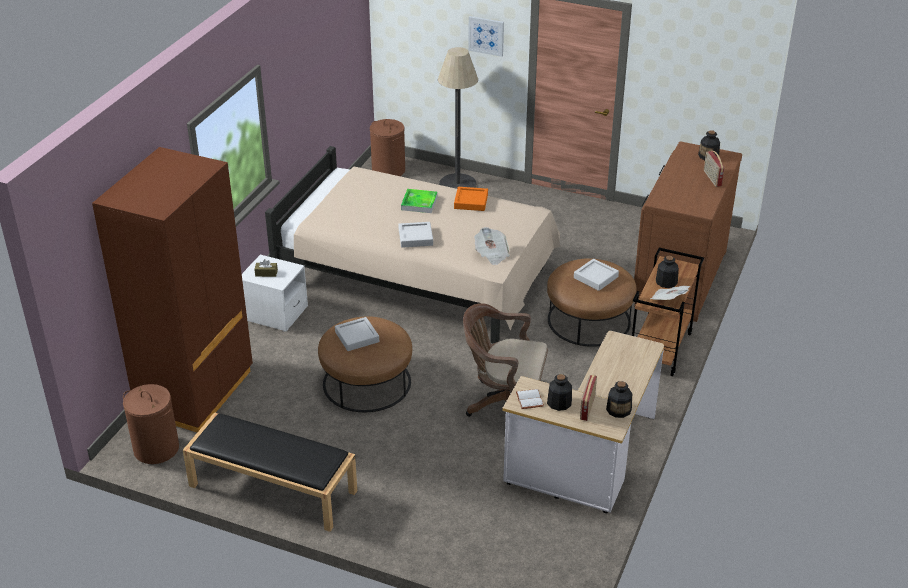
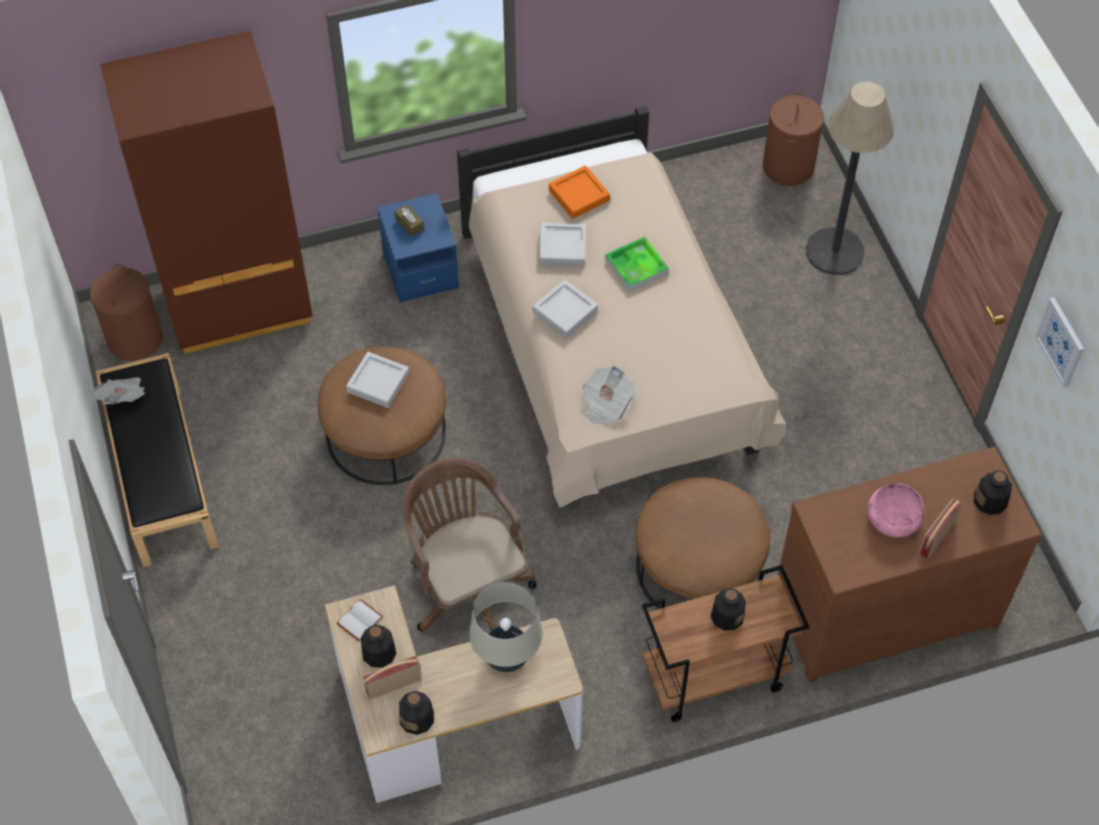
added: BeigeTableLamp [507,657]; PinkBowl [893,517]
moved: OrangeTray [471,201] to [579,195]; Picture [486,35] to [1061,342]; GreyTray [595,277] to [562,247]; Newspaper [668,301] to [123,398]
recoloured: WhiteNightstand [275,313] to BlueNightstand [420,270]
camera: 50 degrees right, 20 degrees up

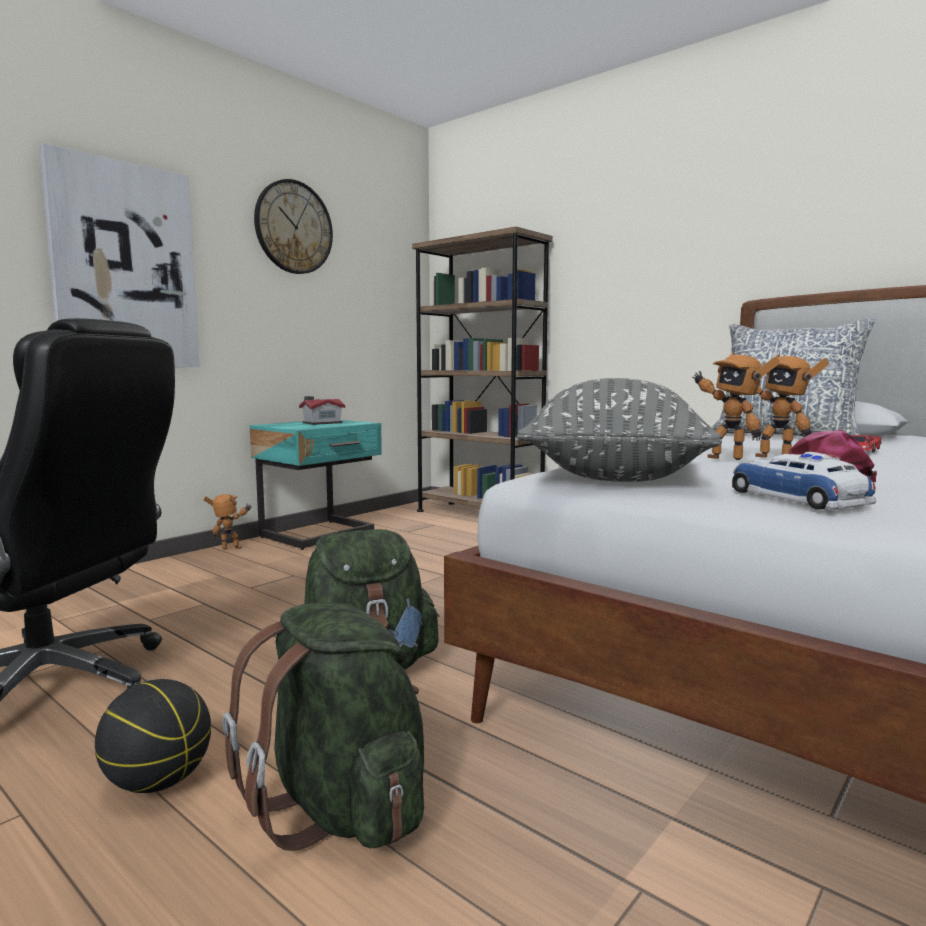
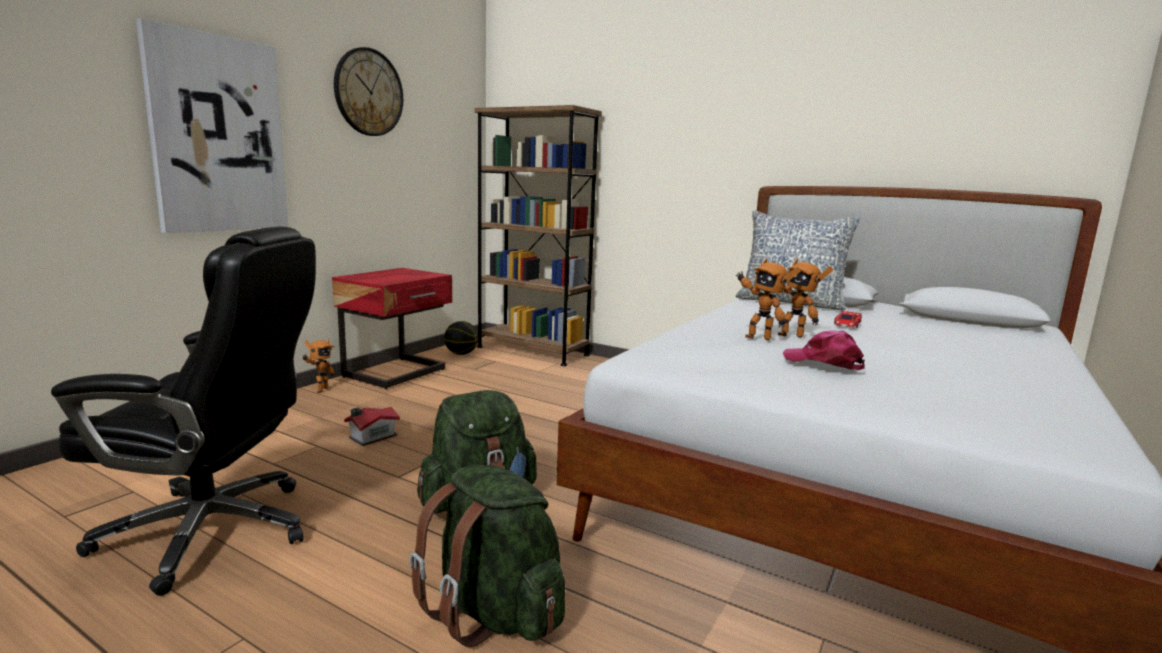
removed: GreyPillow [615,477]; ToyCar [797,498]
moved: Basketball [158,782] to [461,354]; ToyHouse [321,423] to [371,437]
recoloured: TurquoiseNightstand [320,535] to RedNightstand [397,373]
turned: ToyRobot [231,549] = [320,390] 120 degrees clockwise
camera: 10 degrees left, 5 degrees up

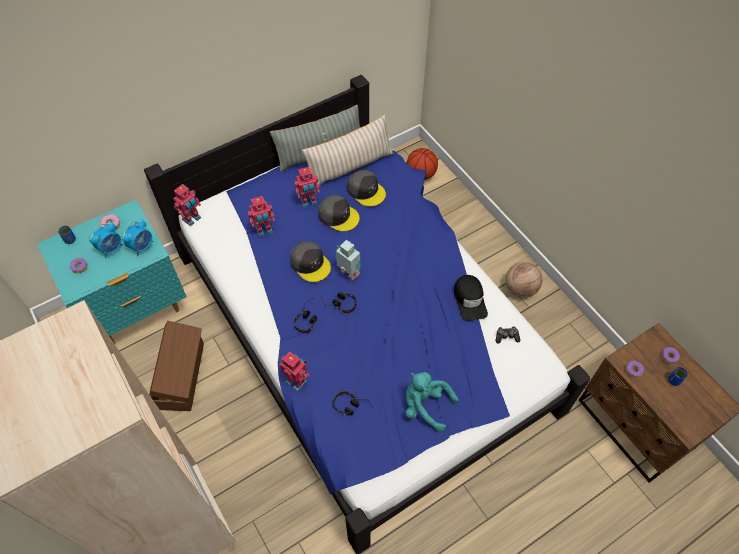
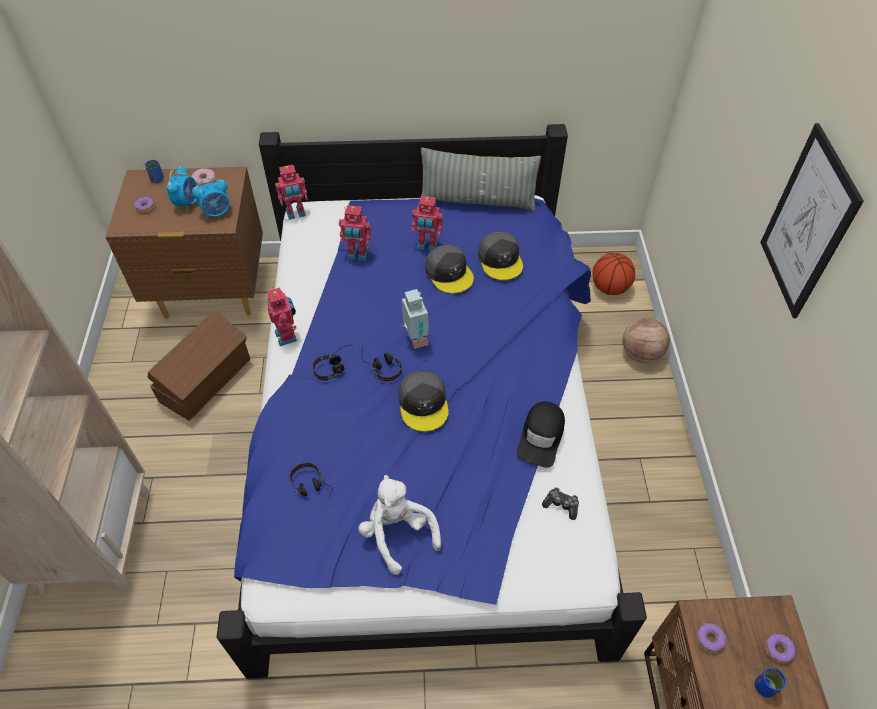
removed: BeigePillow [350,166]
added: Picture [807,224]
moved: ToyRobot [297,381] to [287,335]; GreyCap [310,264] to [423,404]; Basketball [520,289] to [640,354]
recoloured: TurquoiseNightstand [136,309] to BrownNightstand [211,294]; TurquoisePlushToy [425,406] to WhitePlushToy [398,533]
turned: AlarmClock [111,248] = [187,203] 60 degrees counterclockwise
camera: 30 degrees right, 5 degrees down

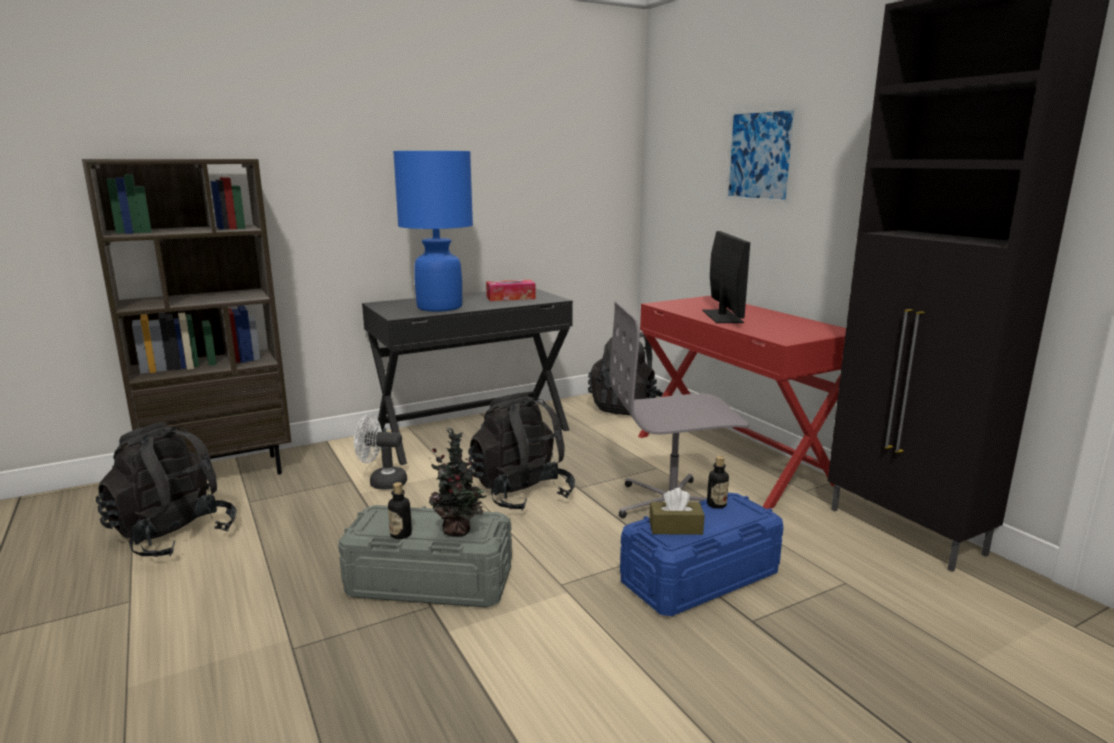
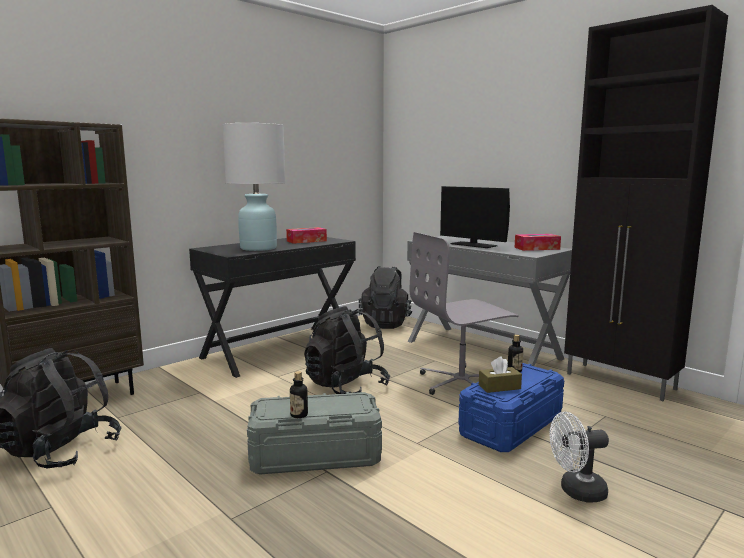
removed: PottedPlant [459,532]; Picture [760,155]
added: TissueBox [537,248]
moved: WhiteFan [382,482] to [576,491]
recoloured: BlueTableLamp [440,307] to WhiteTableLamp [259,248]; RedDesk [733,459] to GreyDesk [483,349]
turned: Monitor [722,316] = [473,245] 150 degrees clockwise
camera: 15 degrees left, 5 degrees down

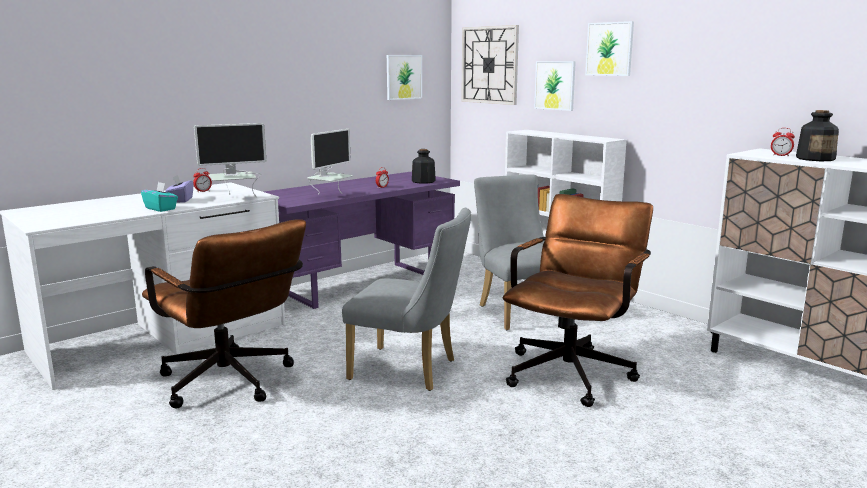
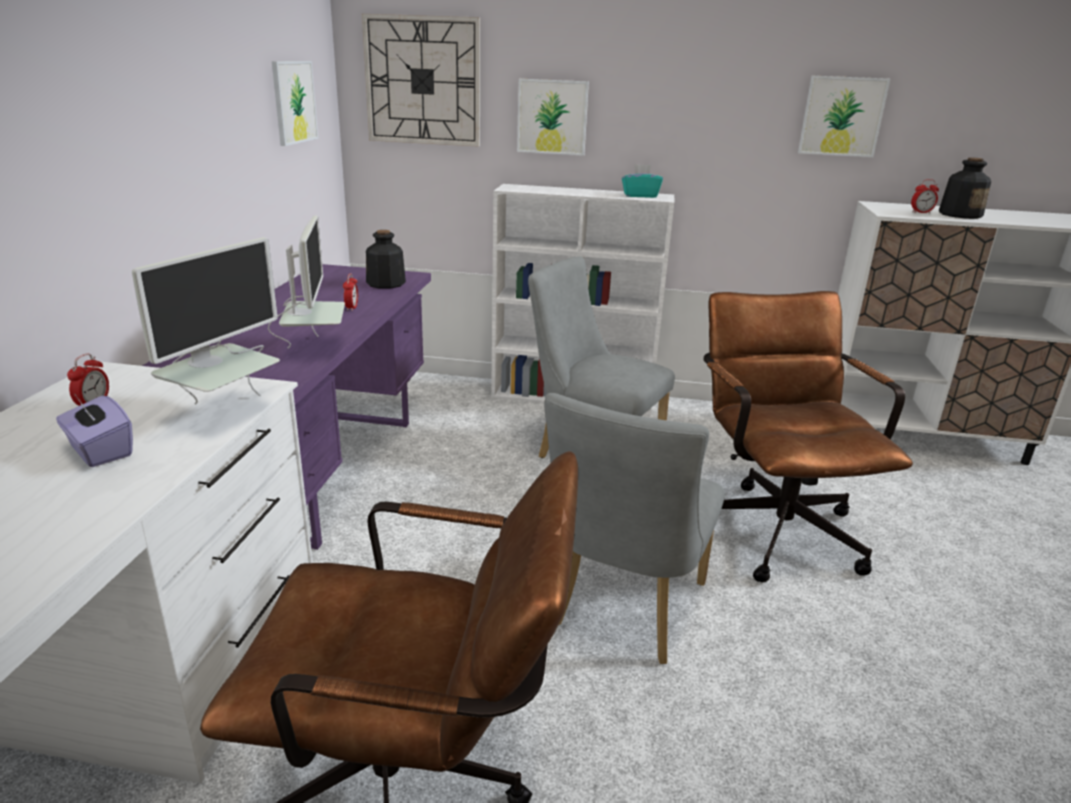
moved: TurquoiseTissueBox [161,209] to [640,195]; Picture [609,49] to [842,116]
turned: GreyChair [410,370] = [623,611] 135 degrees clockwise
camera: 40 degrees left, 10 degrees up

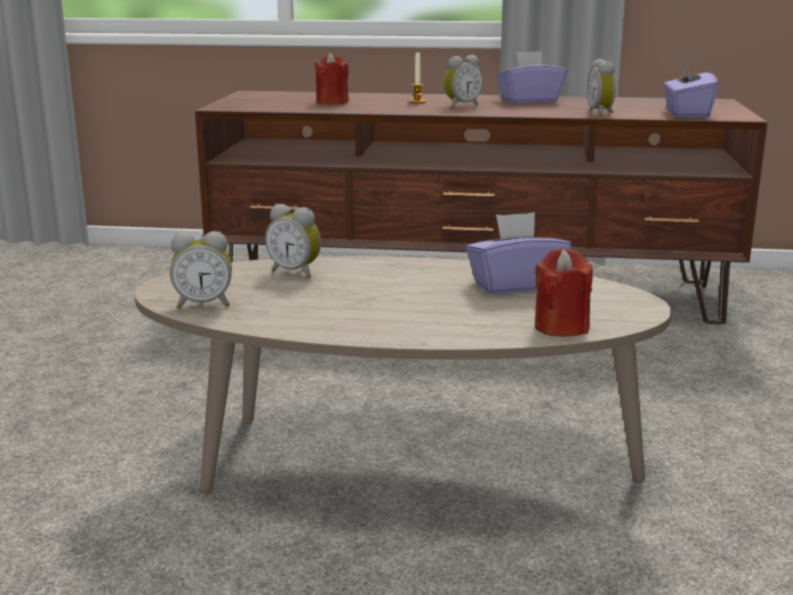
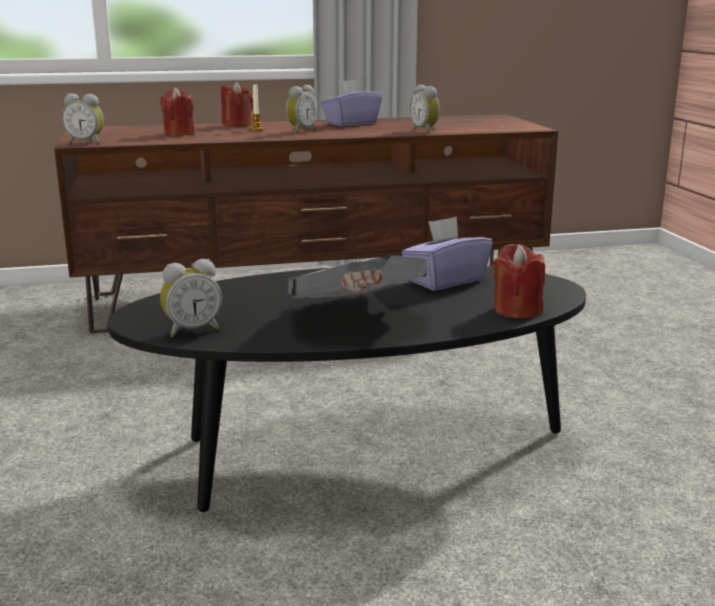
removed: PurpleTissueBox [686,114]
added: RedCandle [237,125]; Newspaper [356,318]
moved: AlarmClock [296,272] to [86,143]
recoloured: BeigeCoffeeTable [396,466] to BlackCoffeeTable [357,455]
camera: 20 degrees left, 0 degrees up

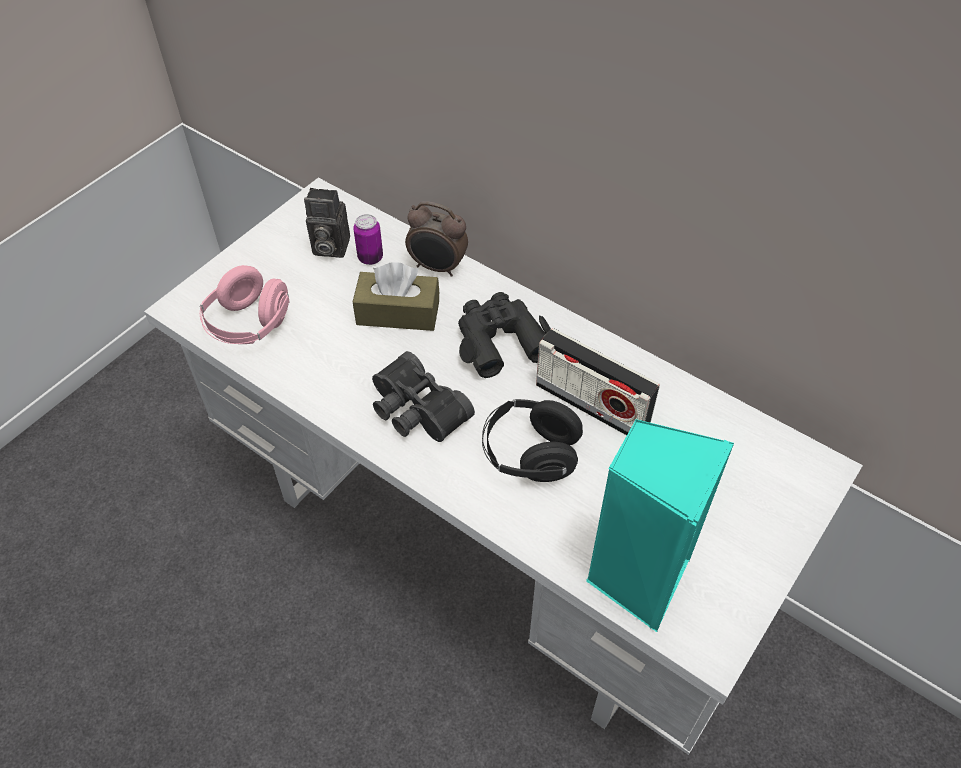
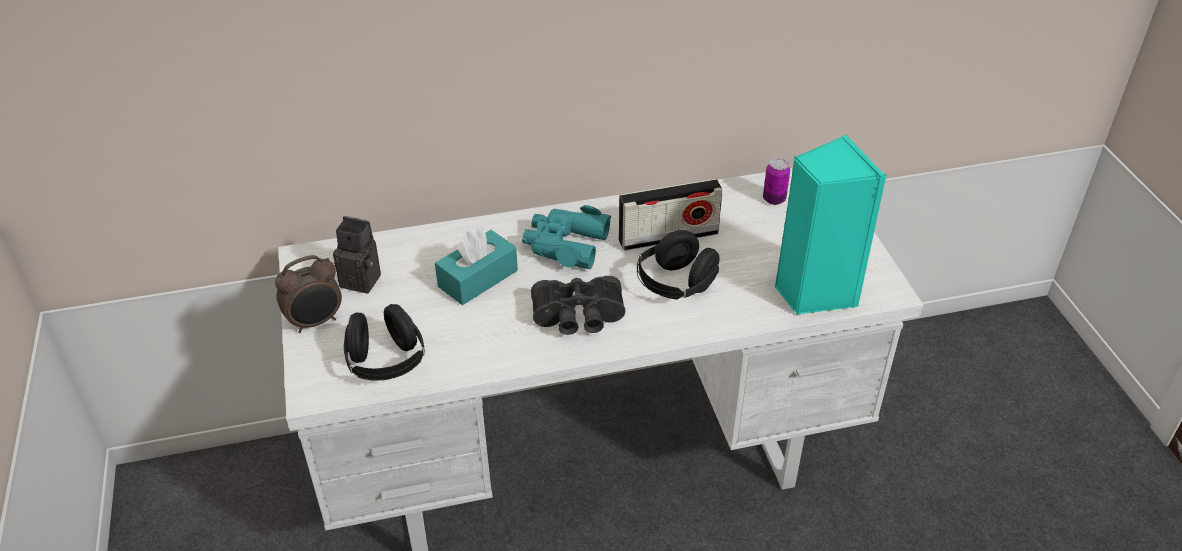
moved: Can [370,258] to [774,199]; AlarmClock [437,267] to [316,322]
recoloured: PinkHeadphones [249,325] to BlackHeadphones [386,362]; BrownTissueBox [398,313] to TurquoiseTissueBox [478,278]; BlackBinoculars [500,340] to TurquoiseBinoculars [565,245]
turned: PhotoCamera [328,247] = [363,279] 120 degrees counterclockwise
camera: 50 degrees left, 10 degrees down

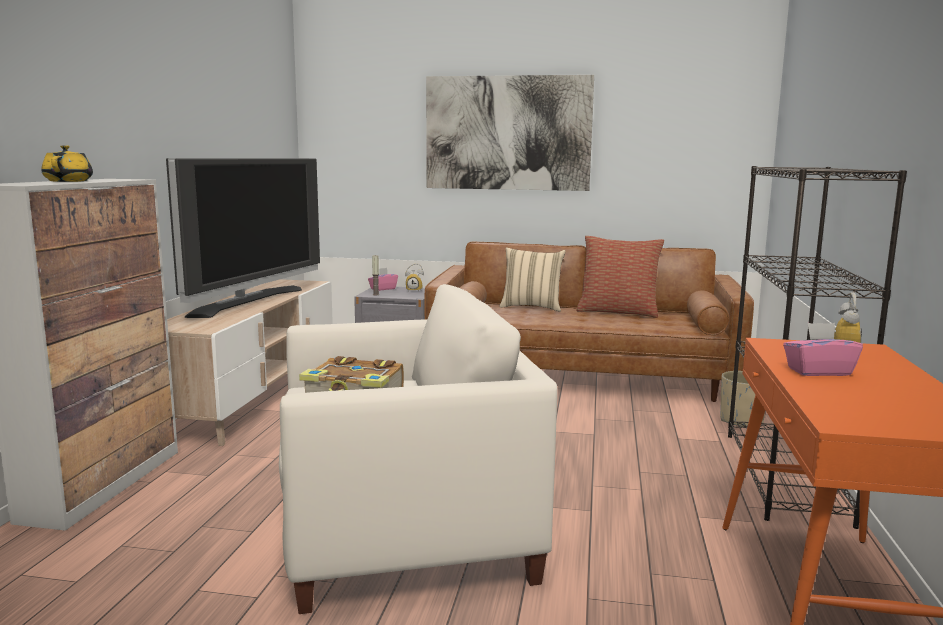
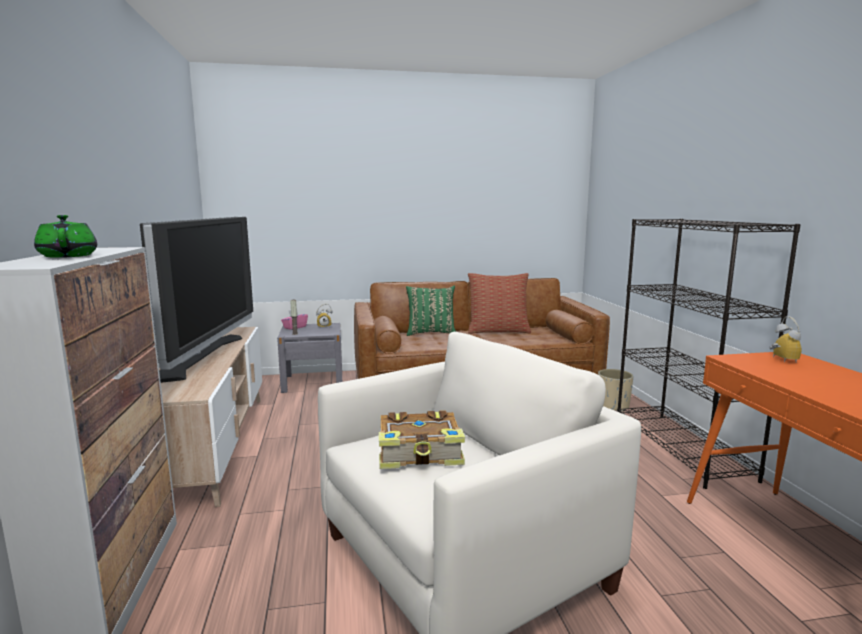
removed: Picture [508,133]; PinkTissueBox [818,371]
recoloured: YellowTeapot [69,181] to GreenTeapot [68,256]; BeigePillow [531,307] to GreenPillow [431,333]
camera: 20 degrees left, 0 degrees up

